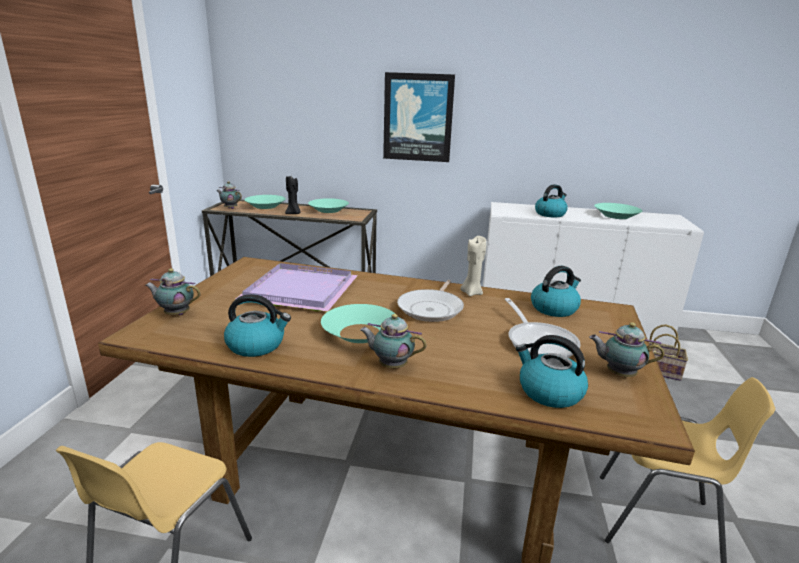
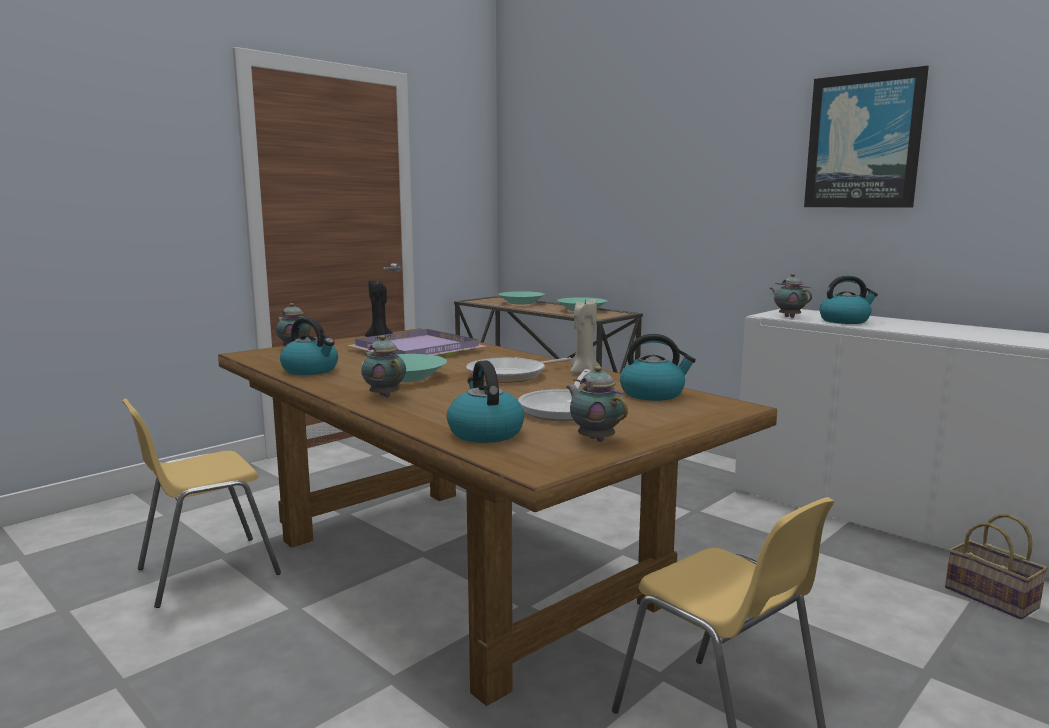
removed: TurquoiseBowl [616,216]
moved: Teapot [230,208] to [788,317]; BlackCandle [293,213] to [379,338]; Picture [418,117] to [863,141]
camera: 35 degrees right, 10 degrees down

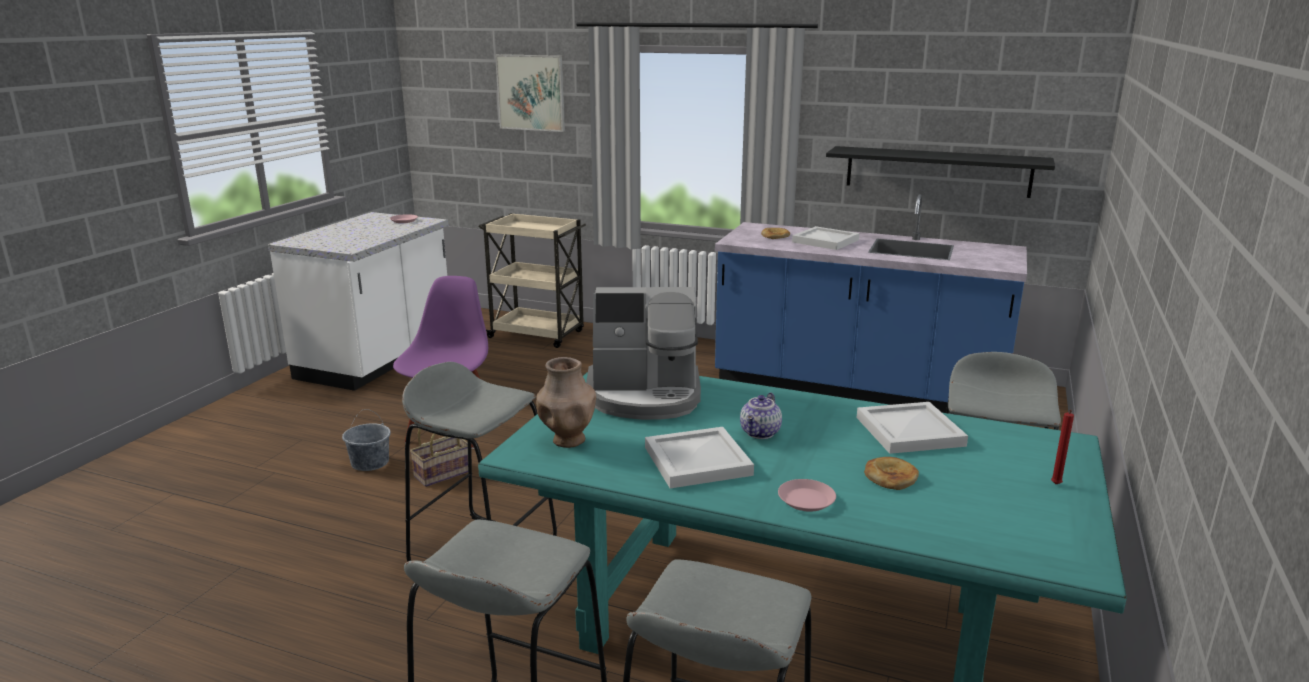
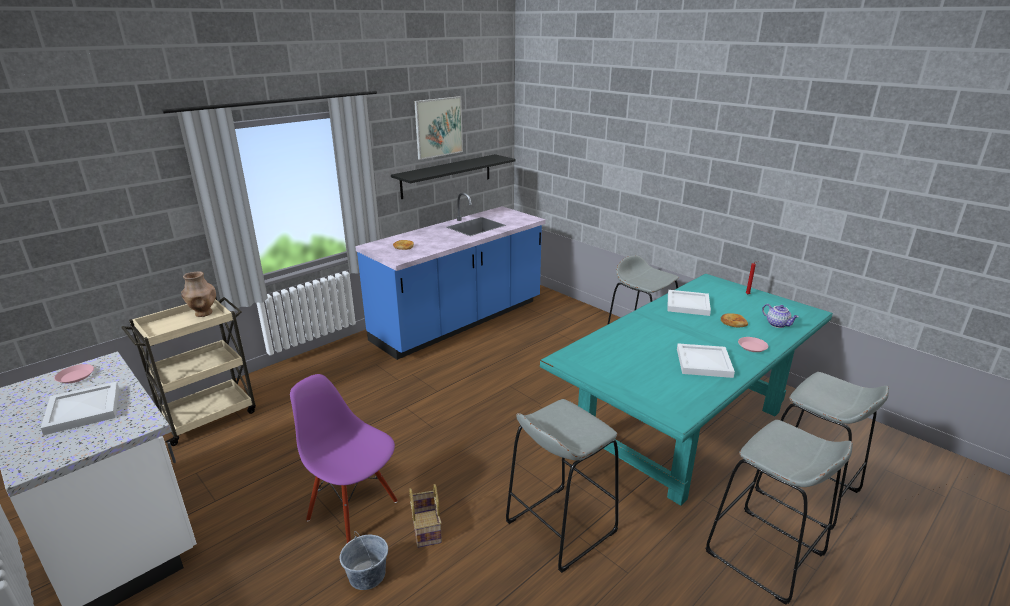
removed: CoffeeMachine [645,396]
moved: Picture [531,92] to [438,127]; BrownVase [568,440] to [203,313]; Teapot [761,433] to [777,324]; WhiteTray [824,241] to [82,411]
camera: 65 degrees left, 5 degrees up

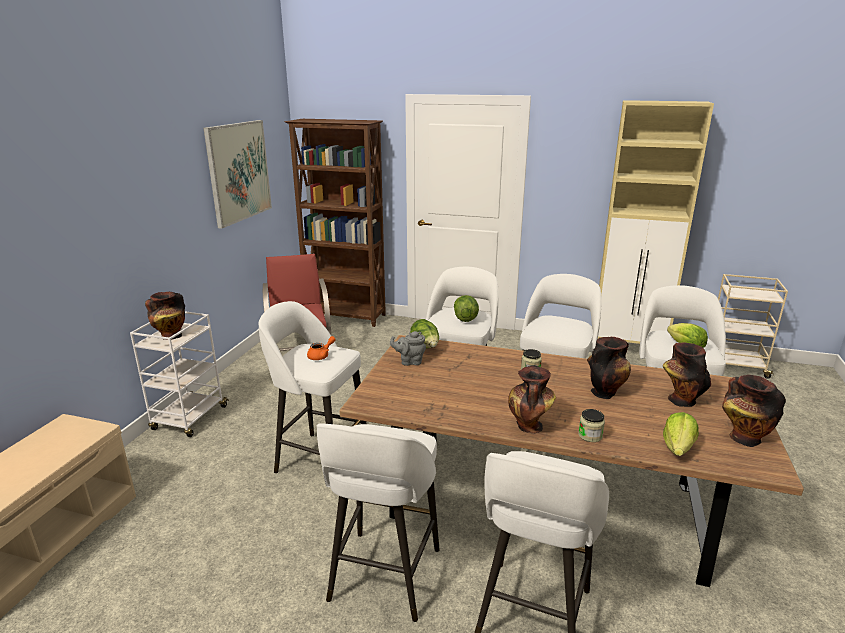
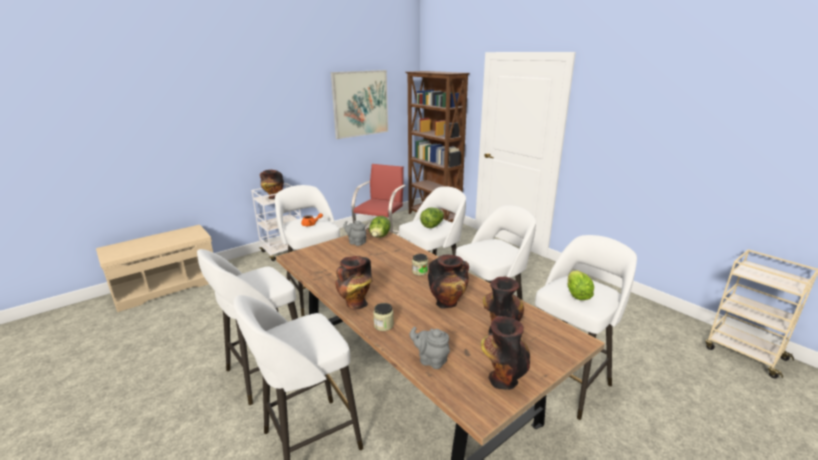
removed: BeigeCabinet [628,350]
replaced: Lettuce [677,448] to GreyTeapot [431,360]
camera: 35 degrees right, 0 degrees up

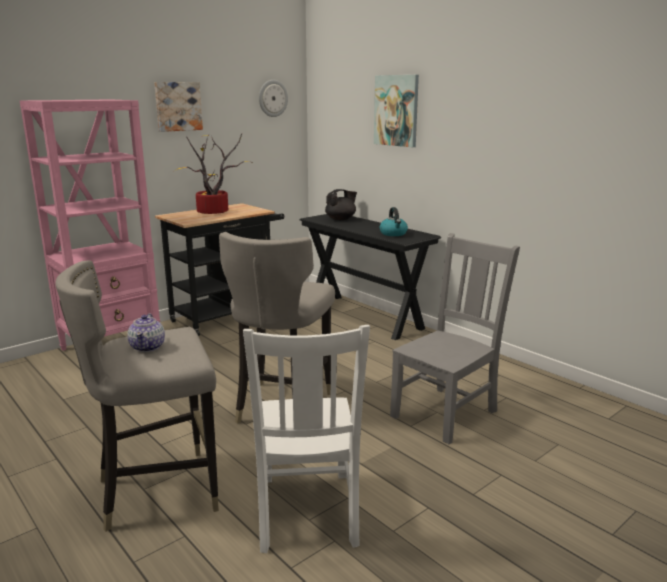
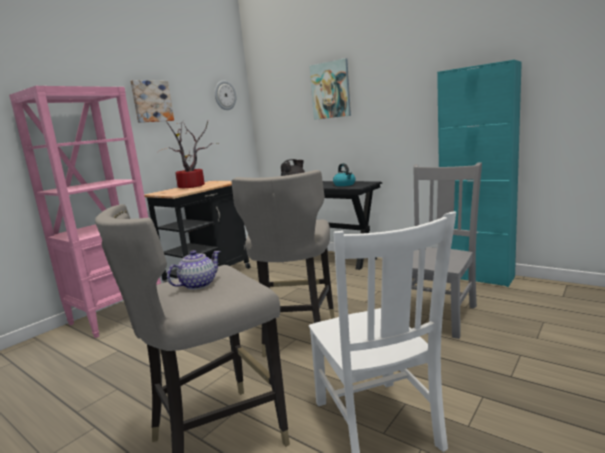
added: TurquoiseCabinet [477,277]
turned: Teapot [148,347] = [197,285] 120 degrees counterclockwise
camera: 10 degrees left, 5 degrees down

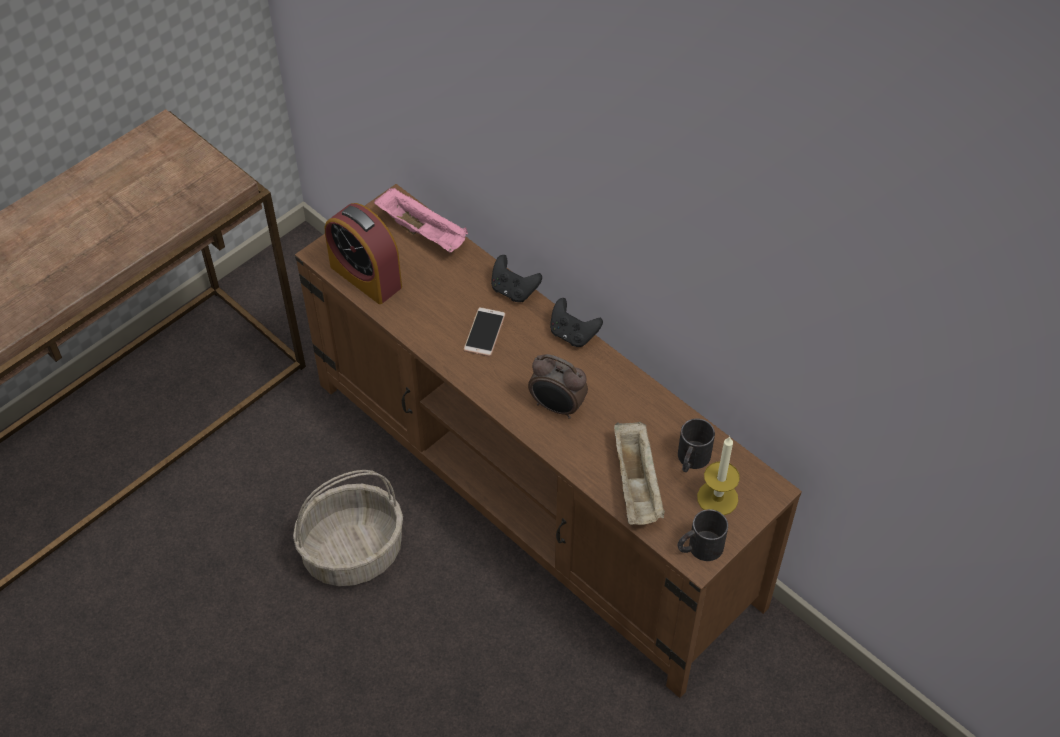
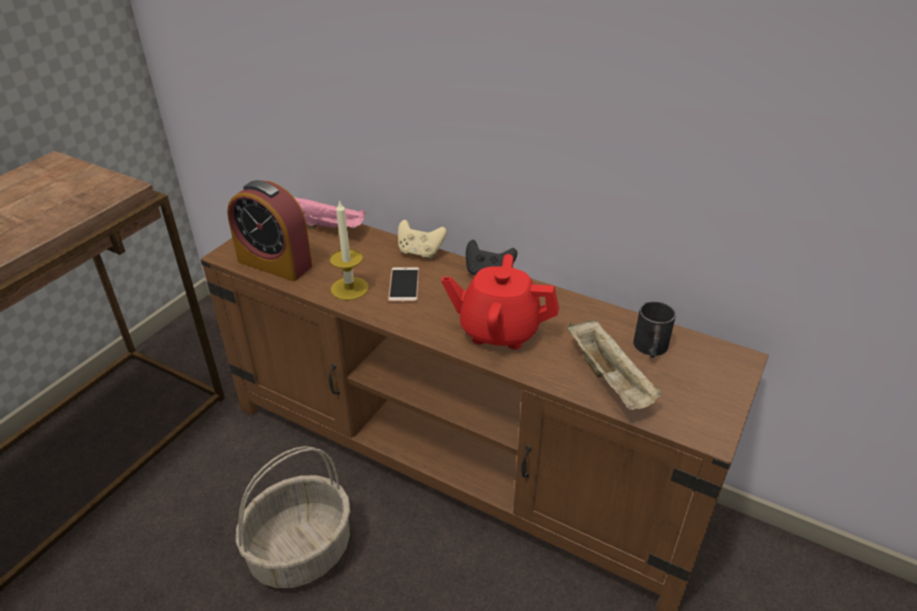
removed: BlackMug [699,548]
moved: Candle [717,498] to [349,288]
replaced: AlarmClock [557,407] to RedTeapot [498,330]
recoloured: BlackGameController [513,290] to BeigeGameController [420,252]
camera: 15 degrees left, 15 degrees down

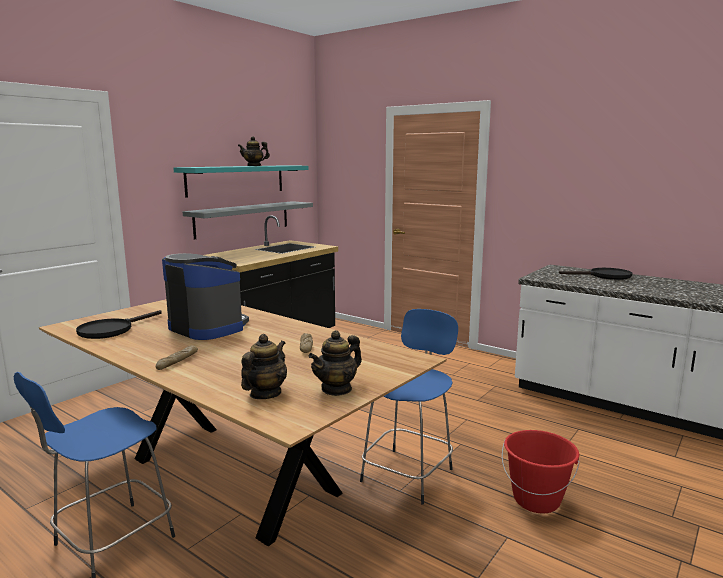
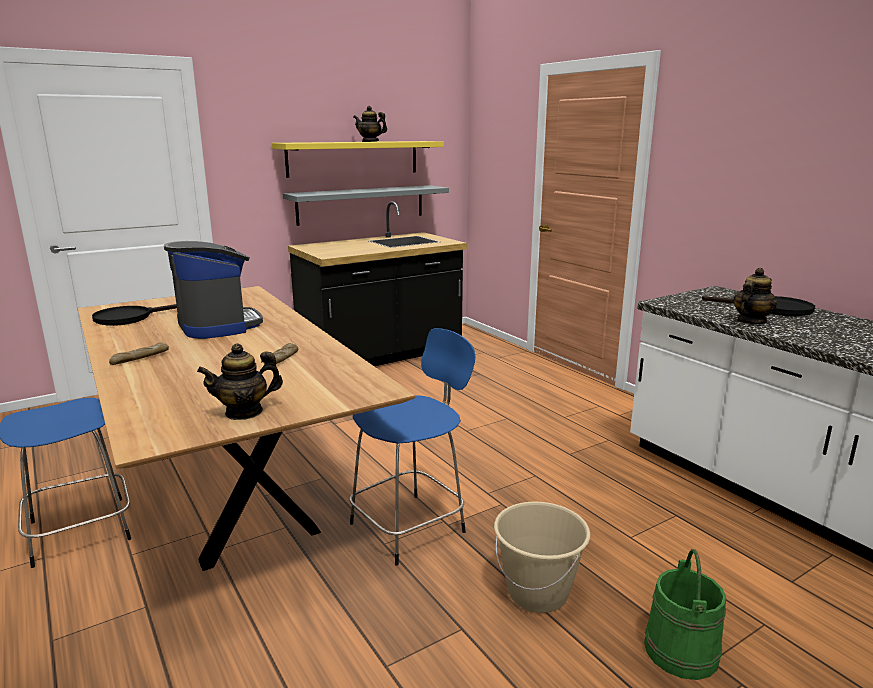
added: GreenBucket [680,650]
moved: Teapot [265,394] to [750,321]
recoloured: TurquoiseShelf [236,180] to YellowShelf [353,158]; RedBucket [536,500] to BeigeBucket [538,593]
camera: 20 degrees right, 5 degrees up

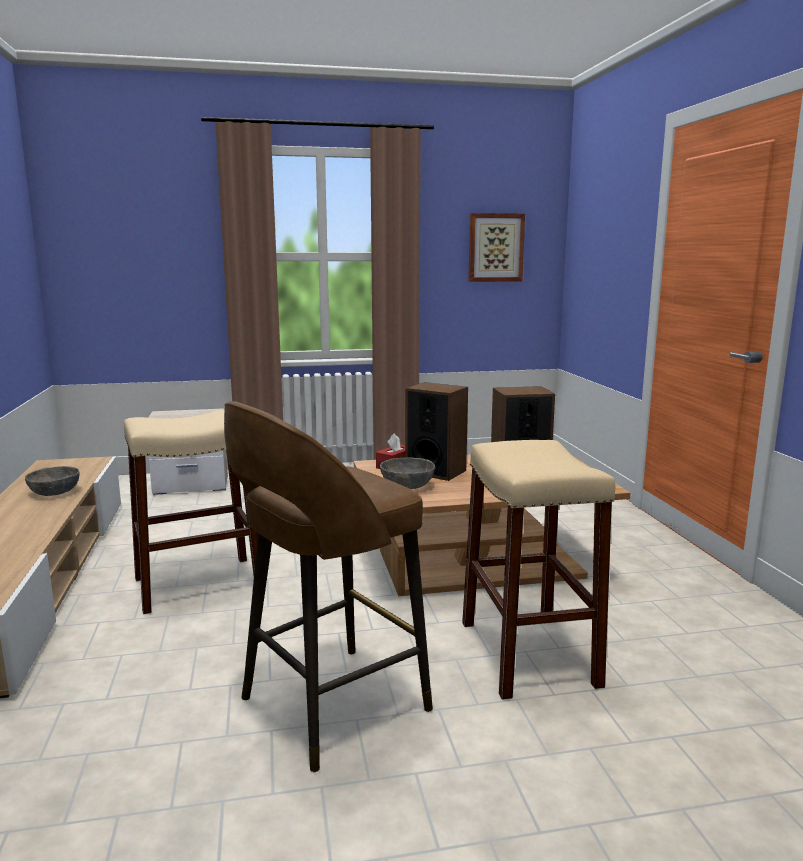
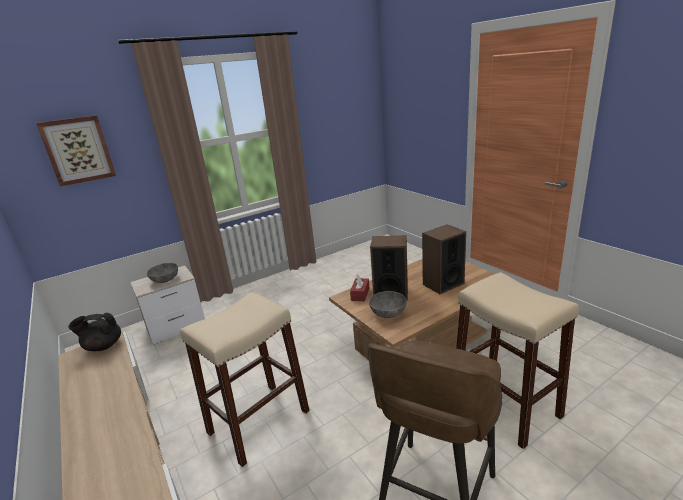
added: BlackTeapot [103,346]
moved: GreyBowl [54,492] to [165,279]; Picture [495,247] to [78,150]
camera: 20 degrees left, 10 degrees up

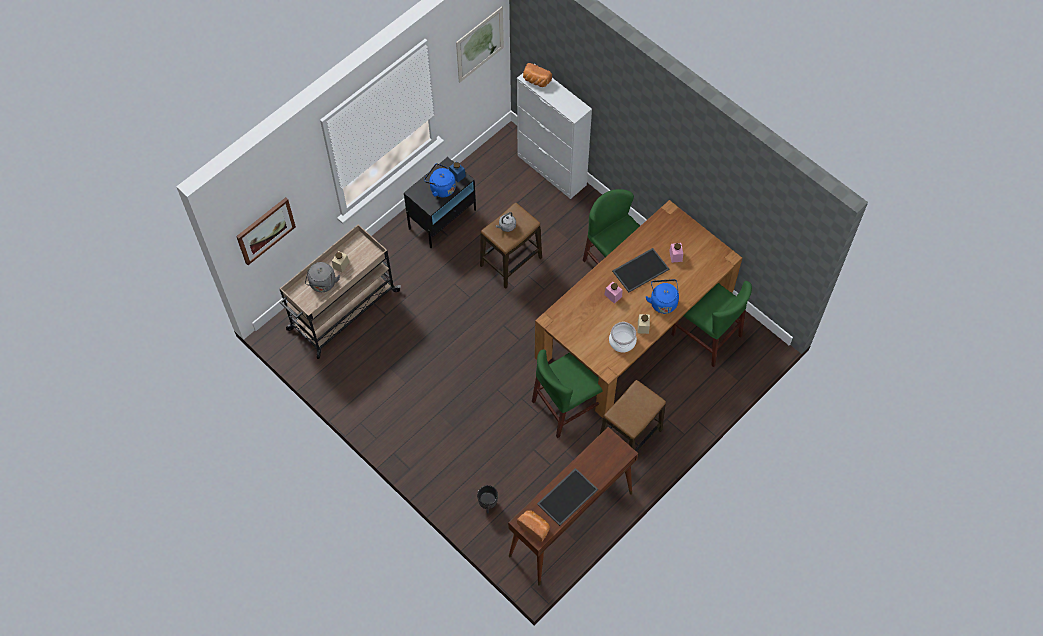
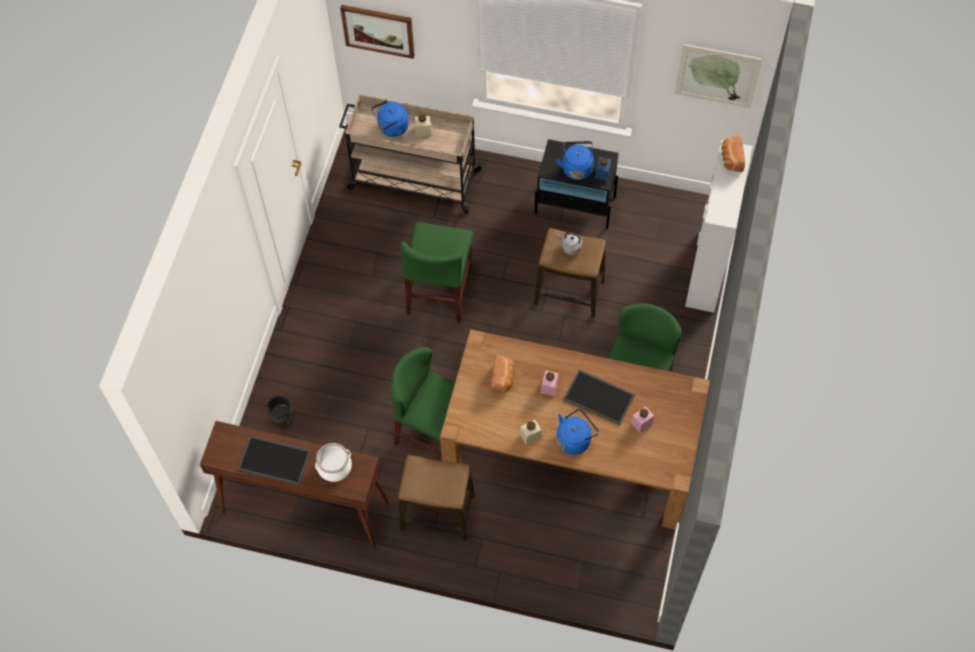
moved: Bread [534,527] to [503,379]; CookingPot [622,341] to [334,467]; GreenChair [706,335] to [440,291]
recoloured: GreyKettle [323,284] to BlueKettle [391,128]
camera: 60 degrees right, 0 degrees up

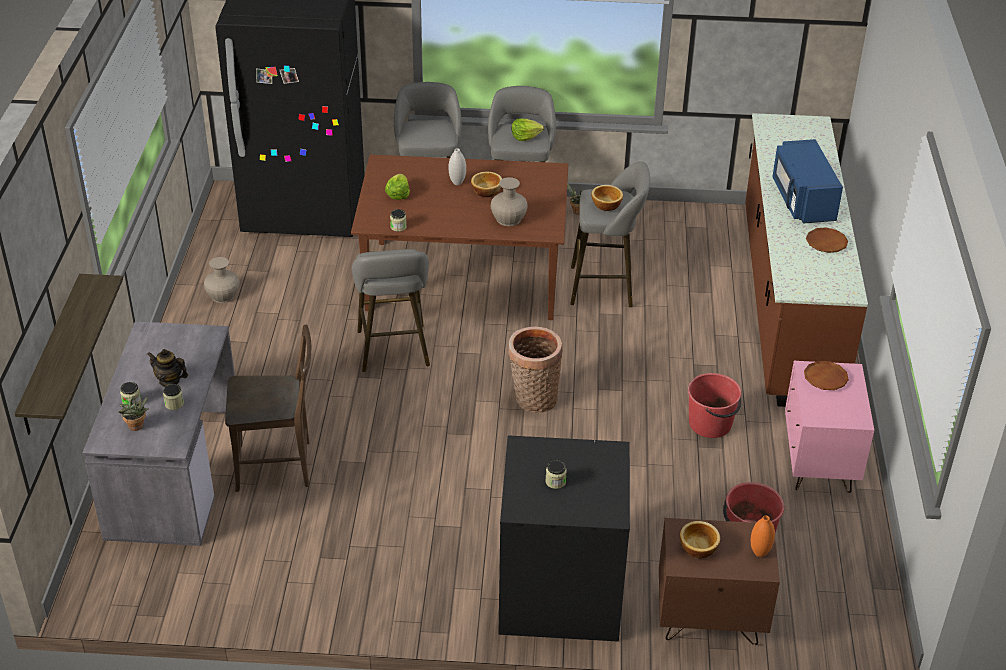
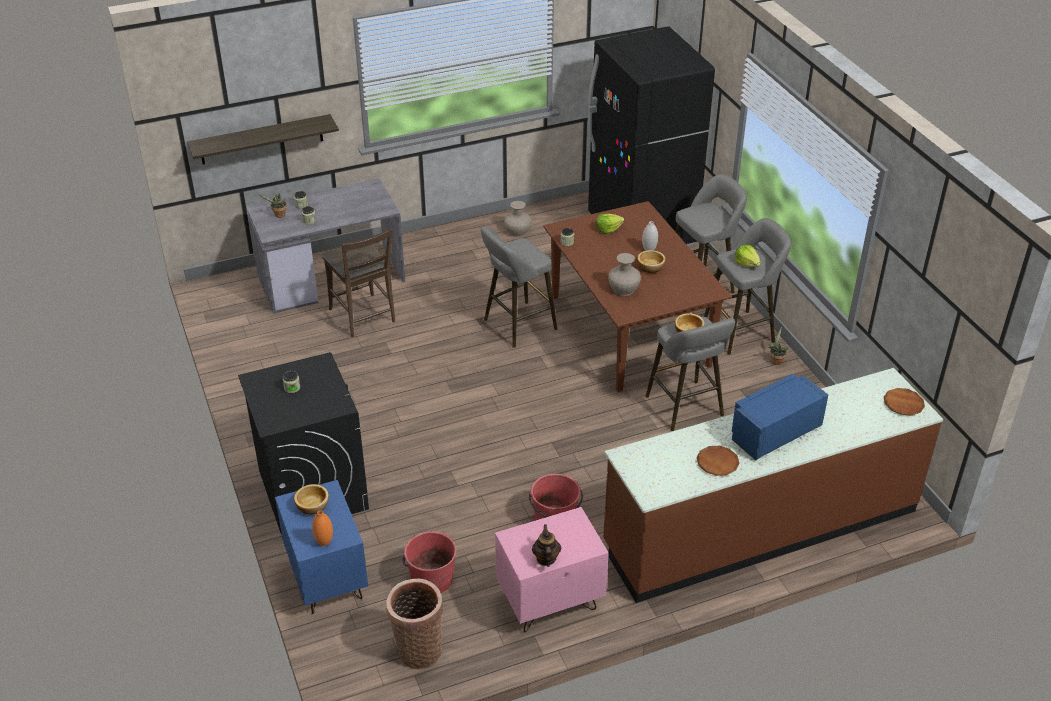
moved: Teapot [169,381] to [546,558]; Basket [533,399] to [418,649]; BrownPlate [825,378] to [903,404]
recoloured: BrownNightstand [709,620] to BlueNightstand [326,579]
camera: 65 degrees right, 0 degrees up

